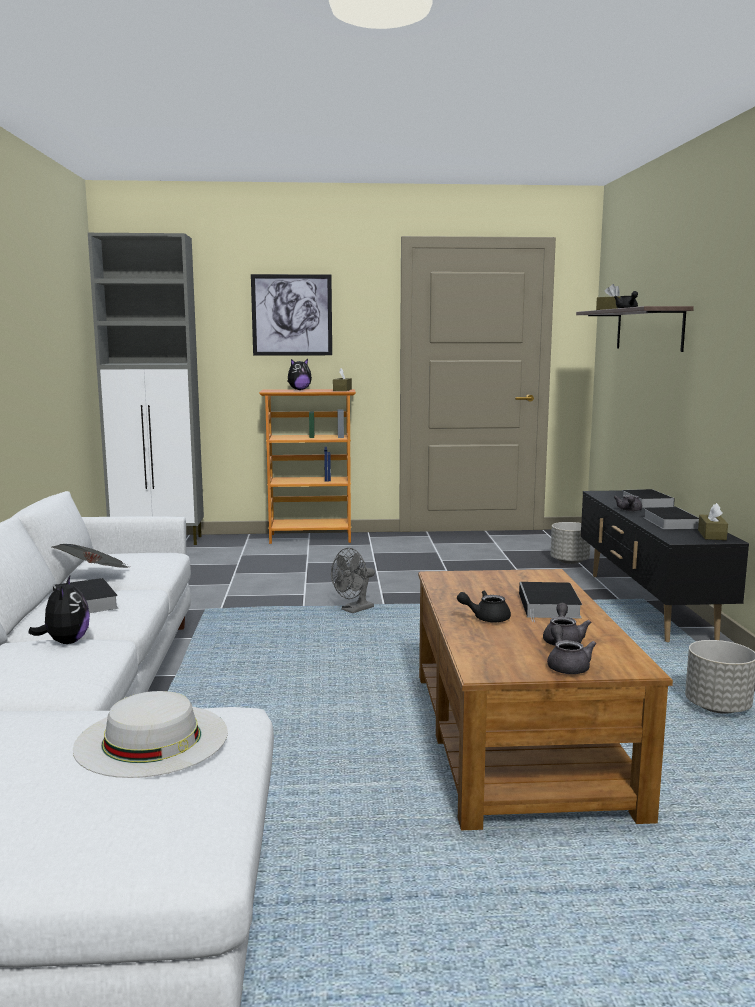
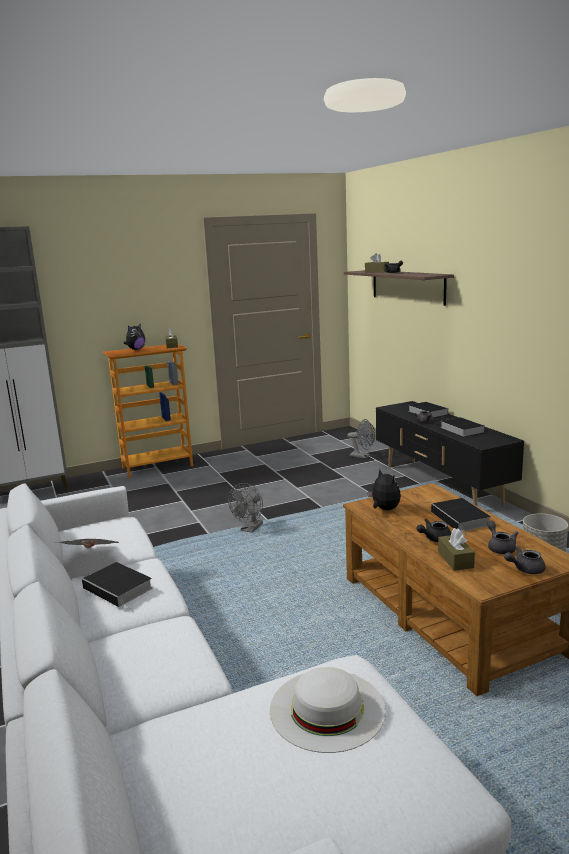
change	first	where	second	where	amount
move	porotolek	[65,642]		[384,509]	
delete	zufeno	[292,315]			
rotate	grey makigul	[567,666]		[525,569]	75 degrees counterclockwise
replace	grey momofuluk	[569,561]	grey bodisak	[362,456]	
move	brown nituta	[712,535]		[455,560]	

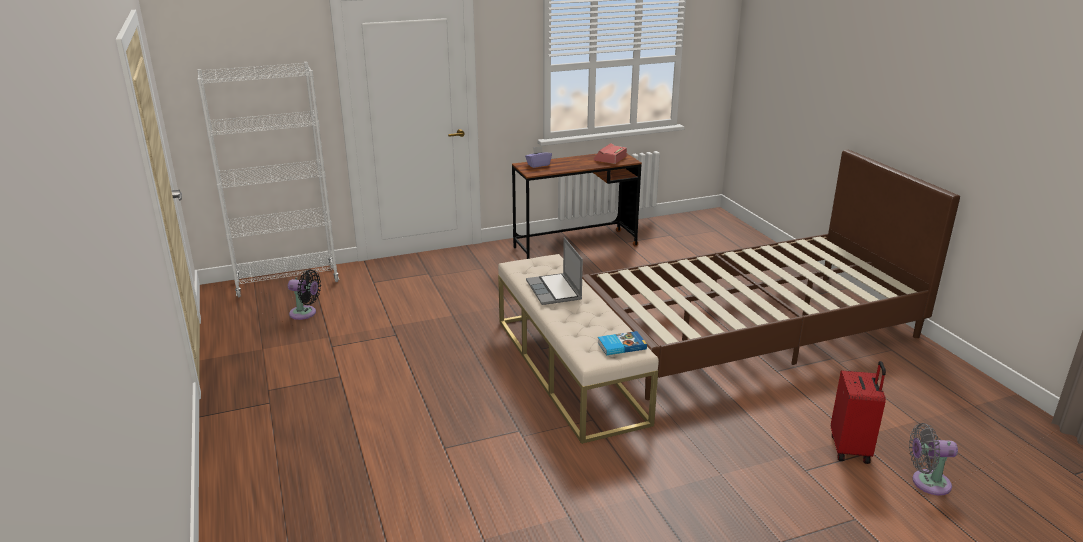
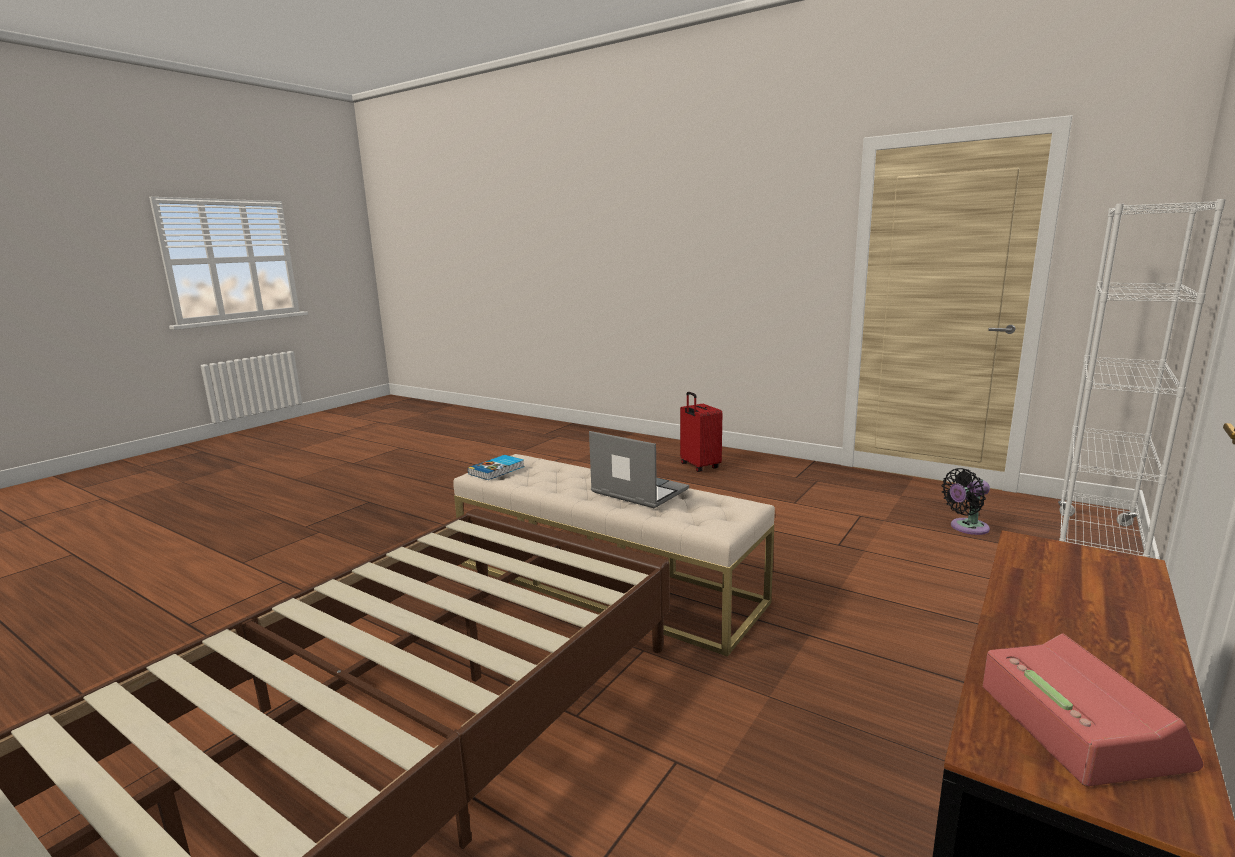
change	first	where	second	where	amount
delete	purple nituta	[538,165]			
move	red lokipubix	[851,449]		[699,466]	
delete	grey bodisak	[927,482]			

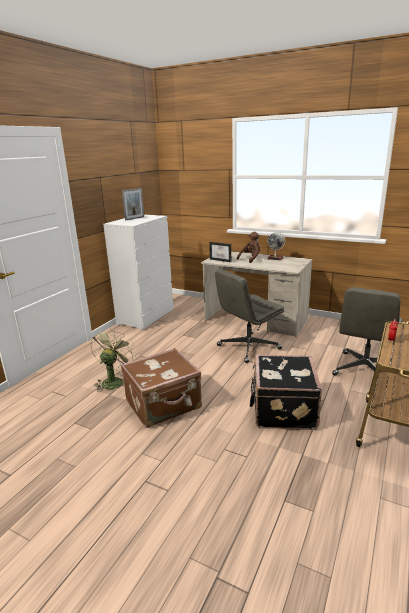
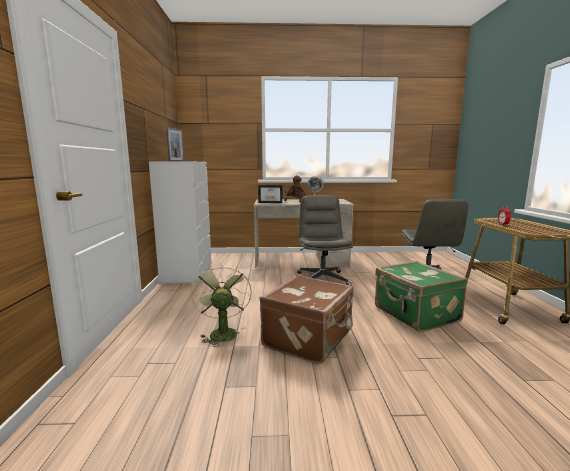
change	first	where	second	where	amount
rotate	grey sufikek	[248,347]		[322,279]	150 degrees clockwise
recolor	black lokipubix	[282,409]	green lokipubix	[415,315]	

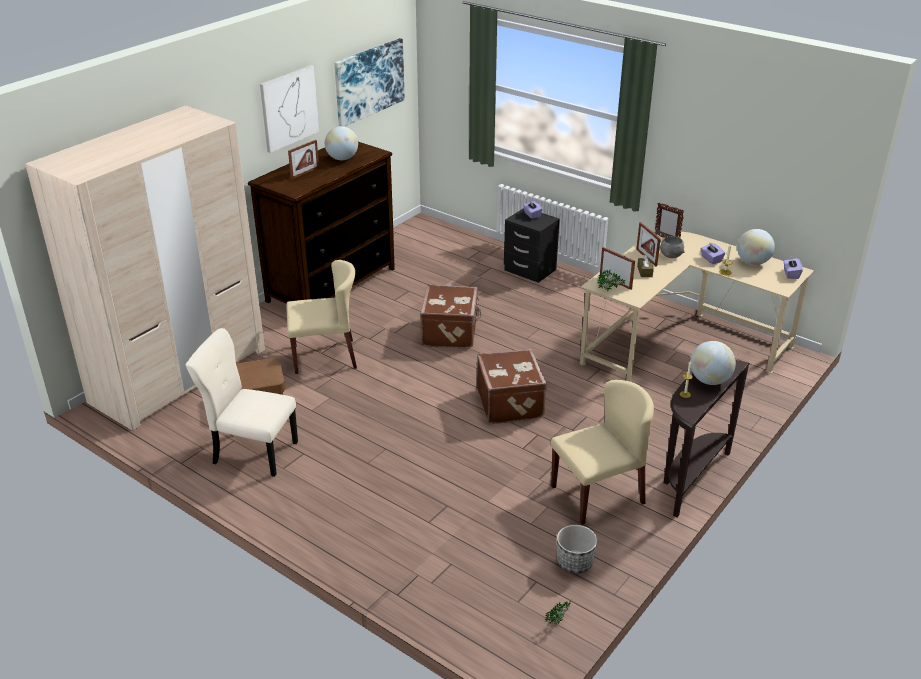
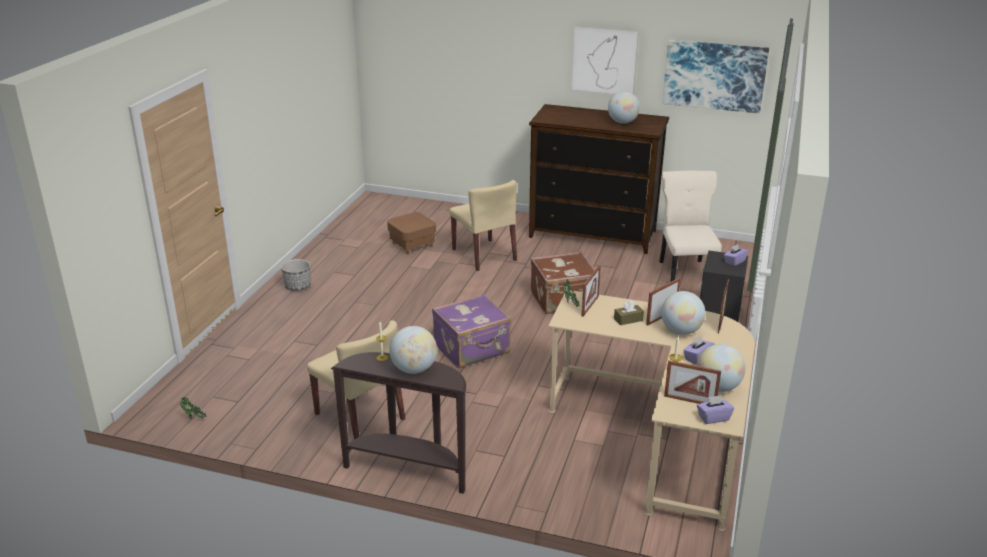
change	first	where	second	where	amount
delete	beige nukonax	[179,375]			
move	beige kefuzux	[252,452]		[685,272]	
move	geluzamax	[305,173]		[690,401]	
recolor	brown lokipubix	[511,403]	purple lokipubix	[472,350]	
move	momofuluk	[574,563]		[297,286]	
replace	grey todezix	[670,255]	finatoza	[681,331]	

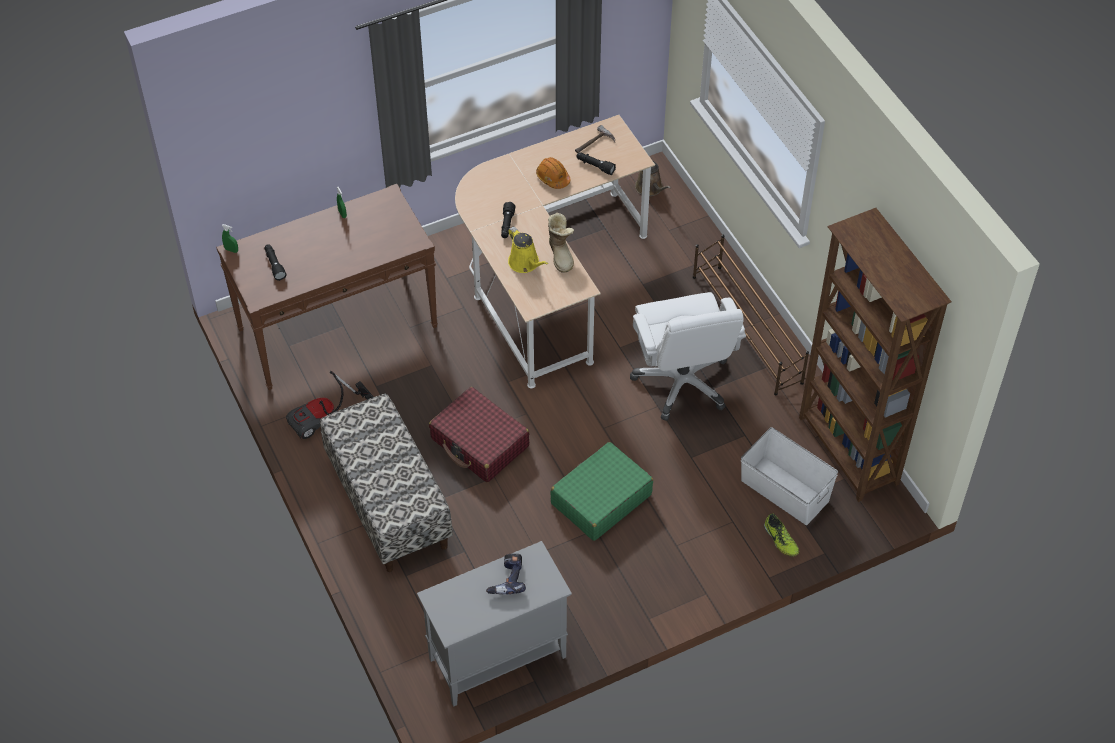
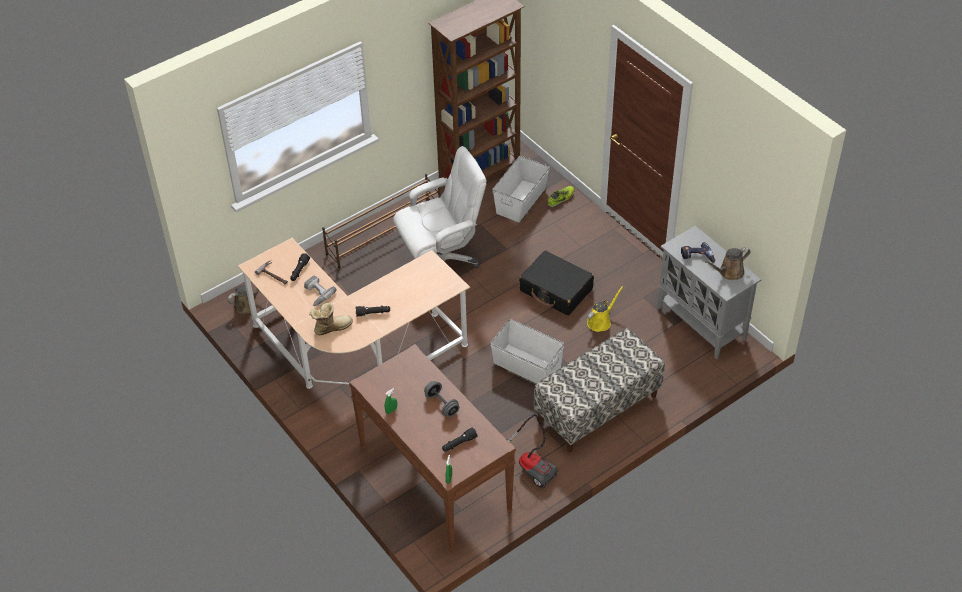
change	first	where	second	where	amount
replace	red lokipubix	[480,443]	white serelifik	[526,365]	
move	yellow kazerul	[525,263]		[600,321]	
replace	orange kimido	[553,177]	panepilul	[316,294]	
move	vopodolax	[561,254]		[331,327]	
recolor	green lokipubix	[600,499]	black lokipubix	[556,290]	
insert			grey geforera	[442,404]	
insert			brown kazerul	[729,272]	

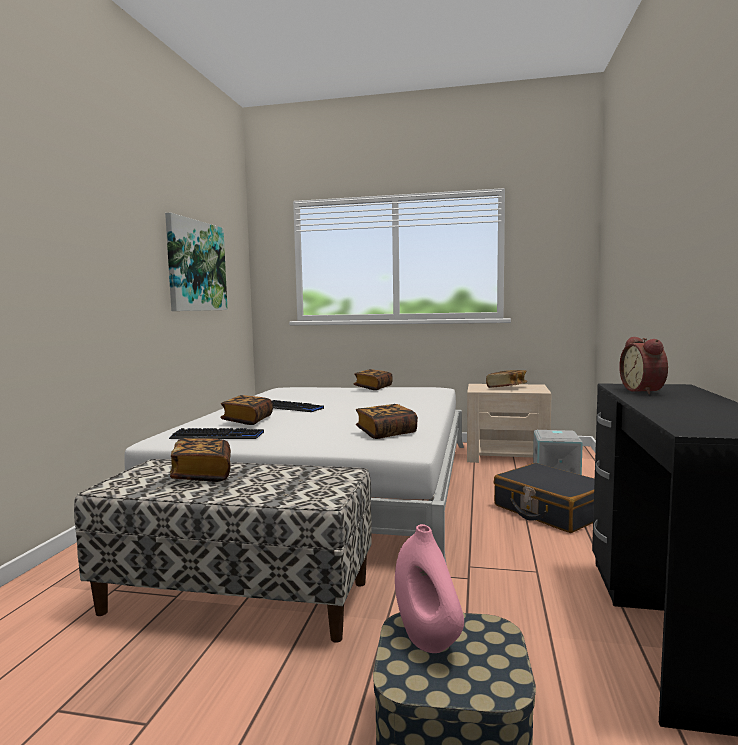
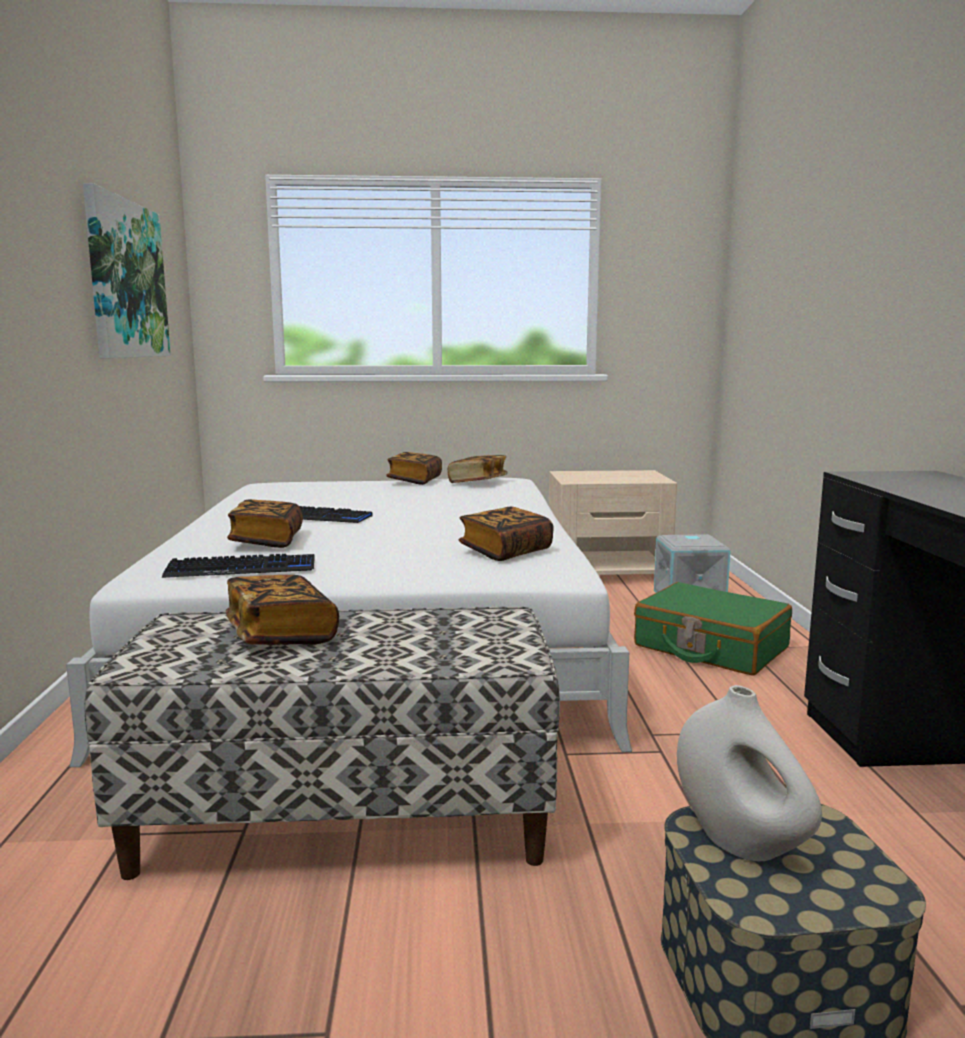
change	first	where	second	where	amount
recolor	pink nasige	[427,638]	white nasige	[740,842]	
move	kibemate	[506,387]		[478,482]	
recolor	black lokipubix	[550,511]	green lokipubix	[710,647]	
delete	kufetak	[644,391]			

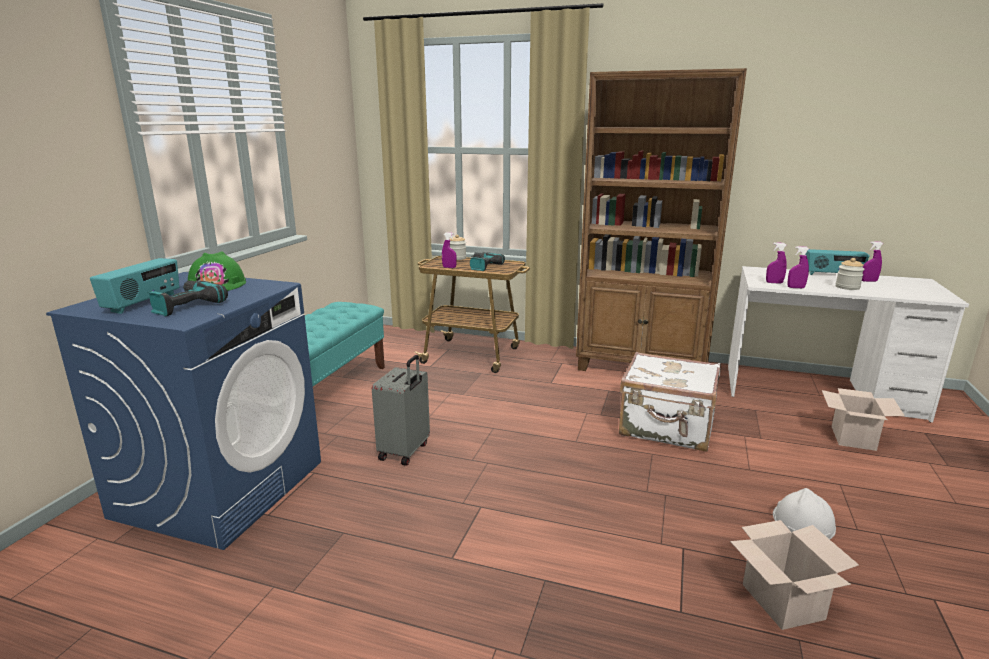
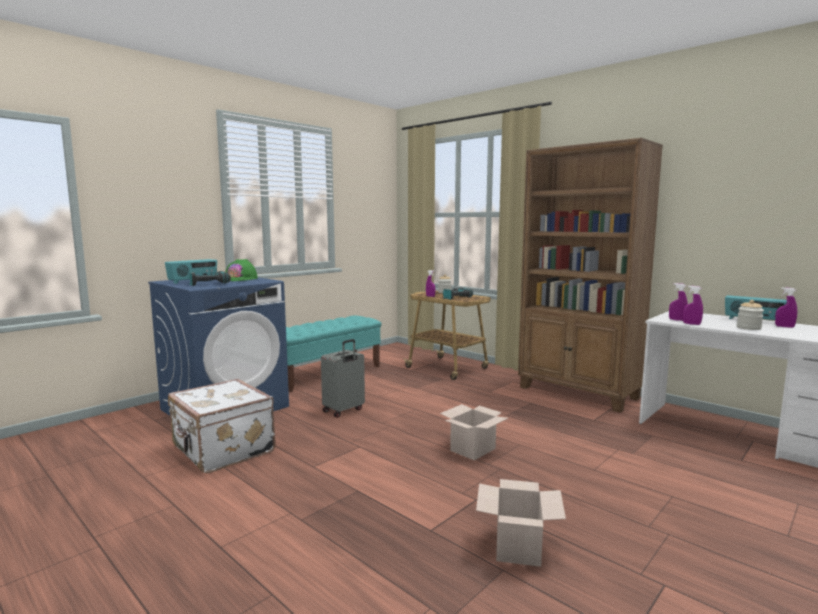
change	first	where	second	where	amount
move	white lokipubix	[667,428]		[222,450]	
delete	white kimido	[803,522]			
move	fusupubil	[852,437]		[473,449]	

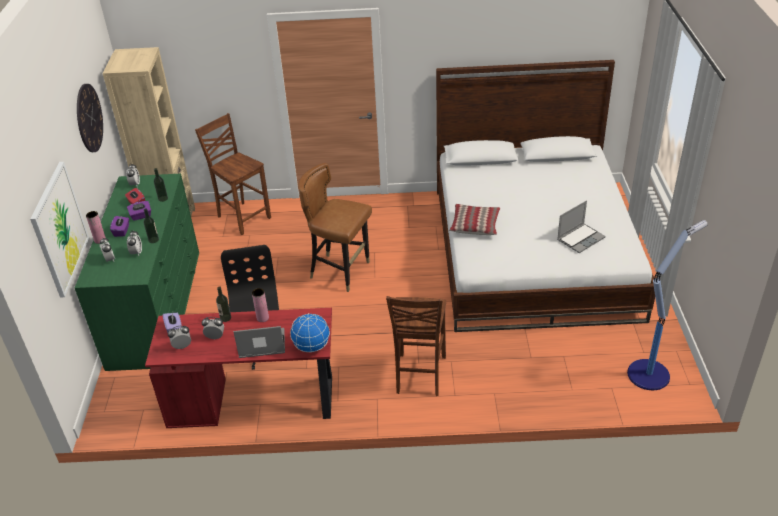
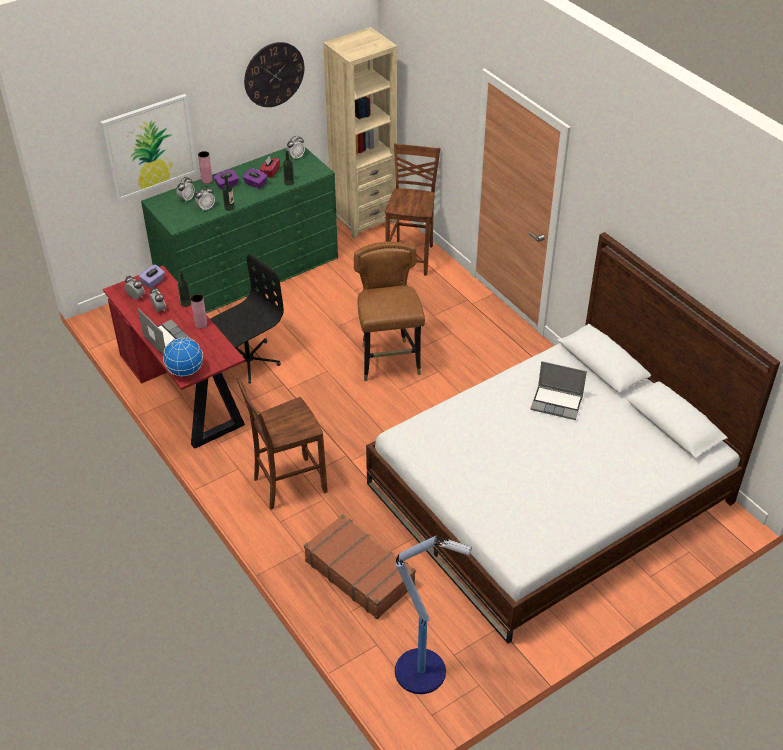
change	first	where	second	where	amount
delete	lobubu	[474,225]			
move	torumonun	[580,238]		[557,403]	
insert			brown lokipubix	[360,573]	

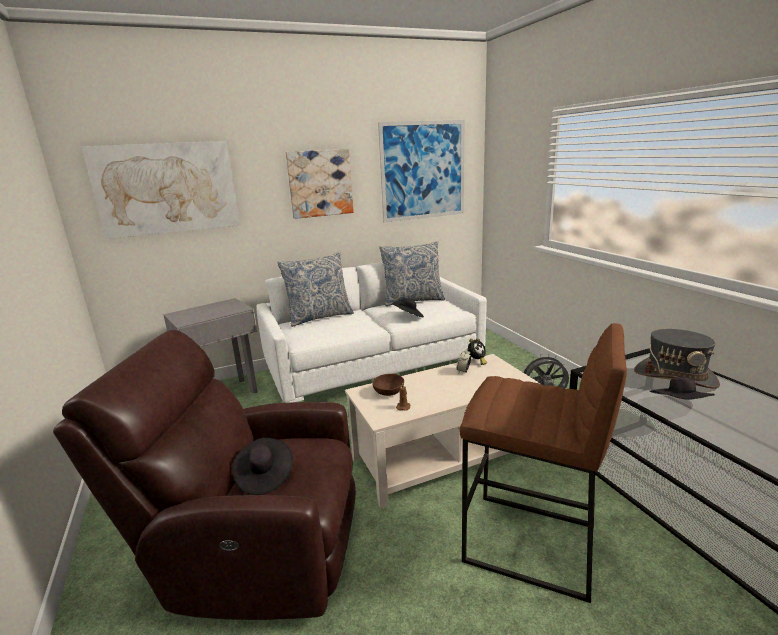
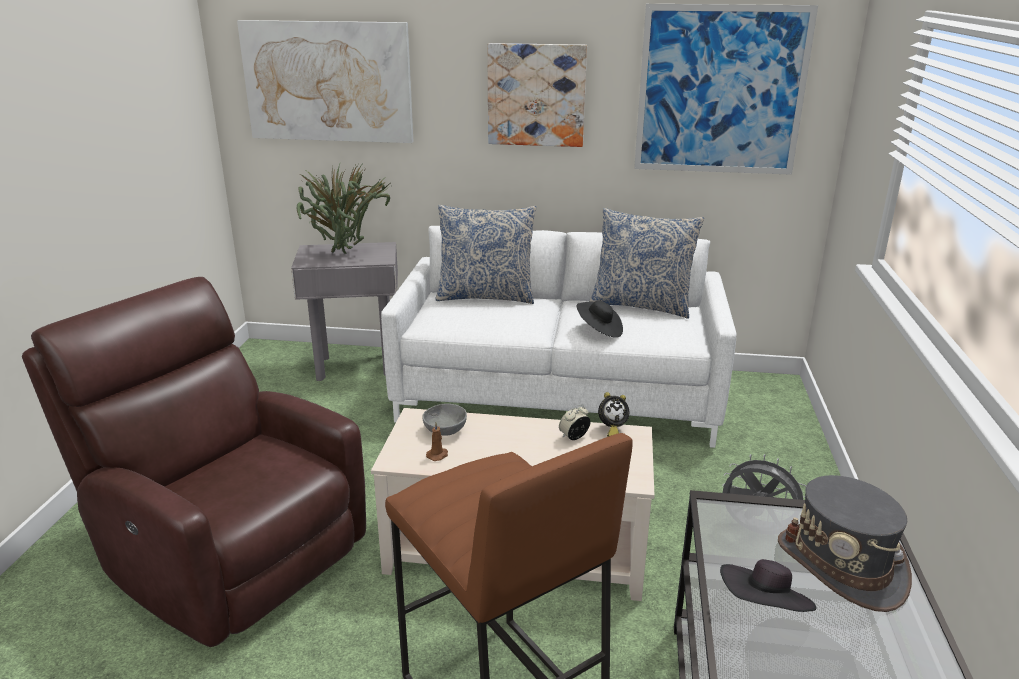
change	first	where	second	where	amount
delete	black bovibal	[264,476]			
recolor	brown todezix	[389,393]	grey todezix	[444,431]	
insert			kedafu	[345,255]	

